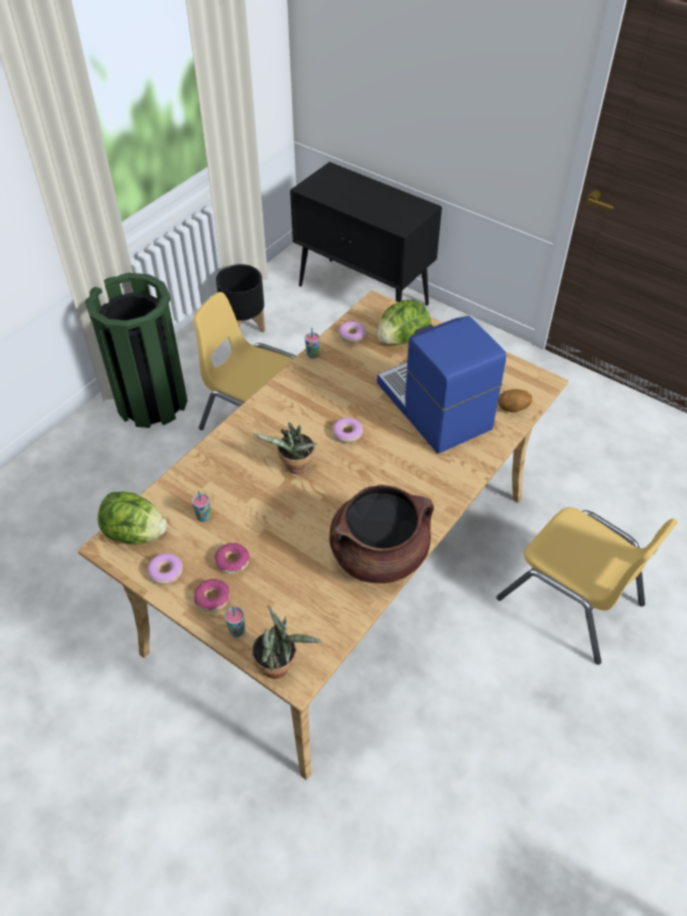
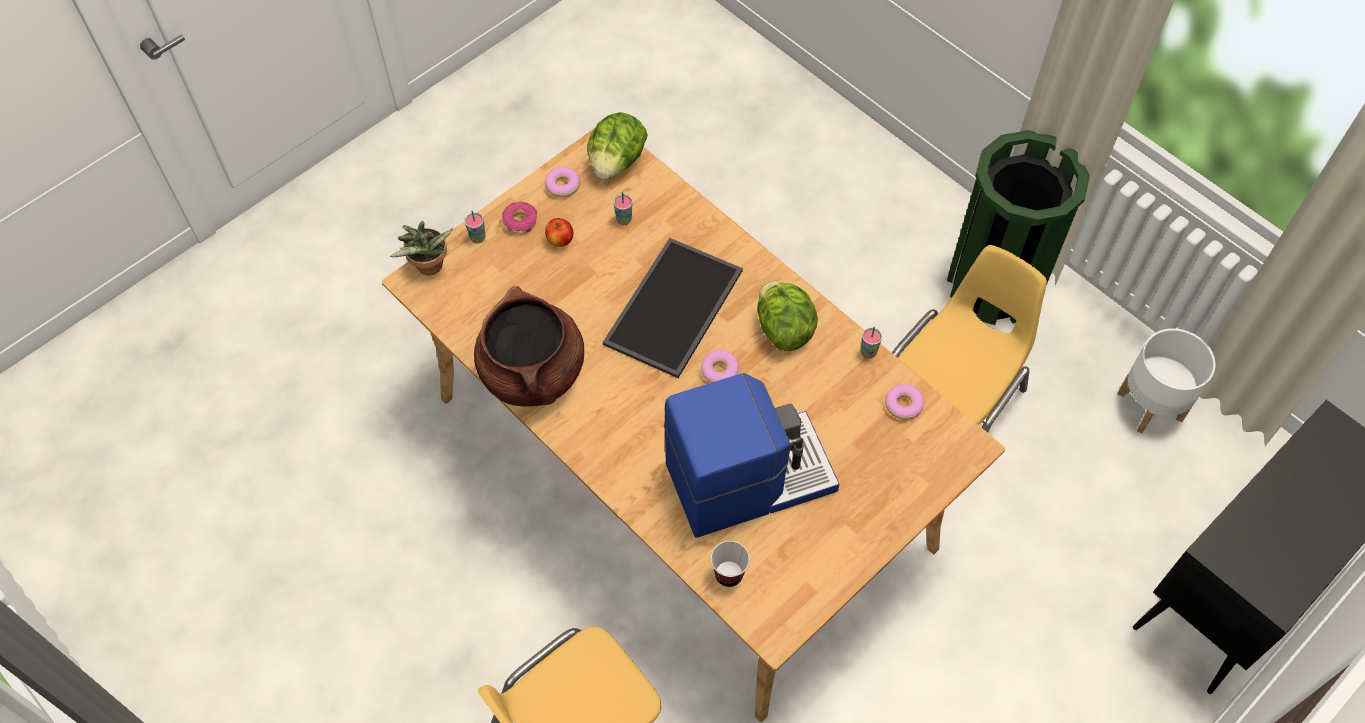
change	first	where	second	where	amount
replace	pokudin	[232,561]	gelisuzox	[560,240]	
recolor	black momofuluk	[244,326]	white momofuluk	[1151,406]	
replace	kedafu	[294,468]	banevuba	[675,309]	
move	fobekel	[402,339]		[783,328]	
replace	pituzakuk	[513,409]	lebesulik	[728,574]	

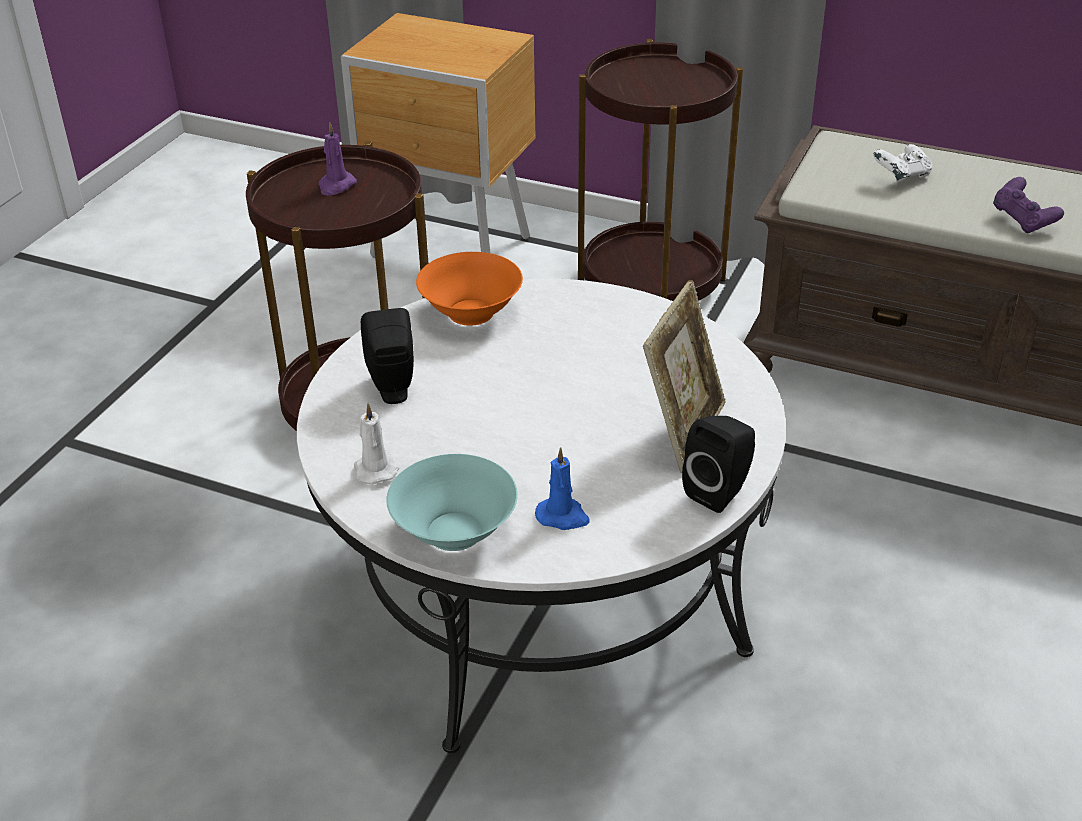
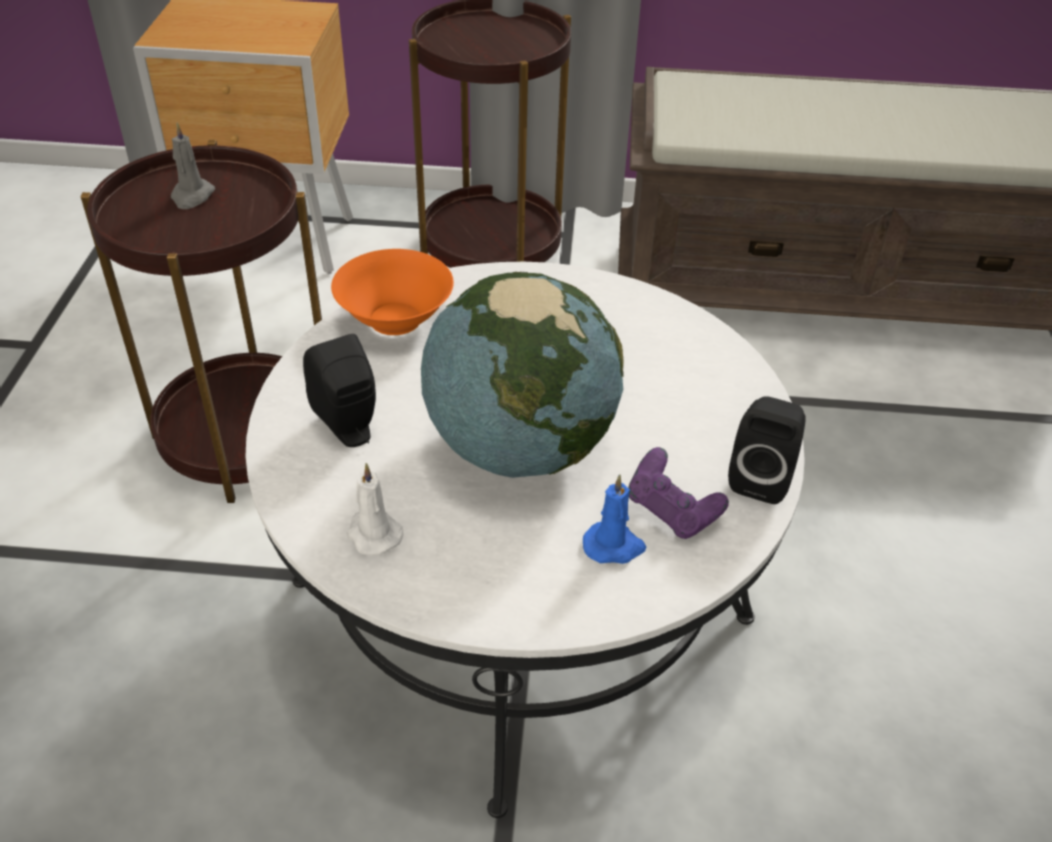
change	first	where	second	where	amount
recolor	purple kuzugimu	[336,186]	grey kuzugimu	[192,196]	
delete	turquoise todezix	[454,530]			
delete	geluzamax	[683,431]			
delete	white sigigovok	[901,177]			
move	purple sigigovok	[1022,221]		[671,512]	
insert			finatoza	[519,447]	

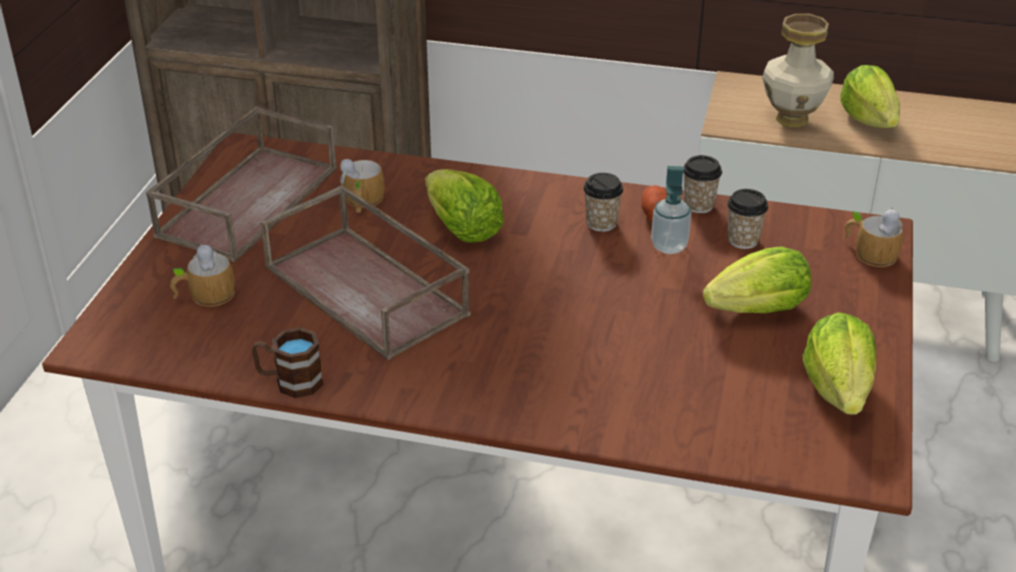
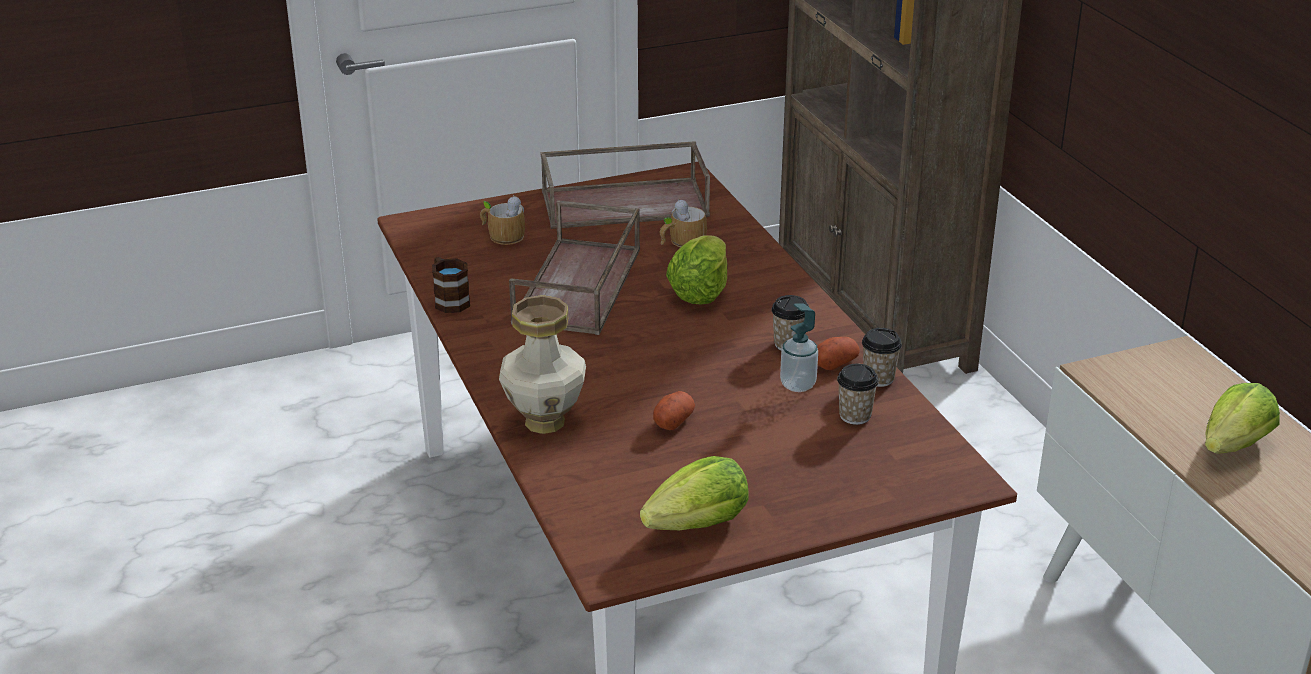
change	first	where	second	where	amount
delete	fobekel	[759,310]			
move	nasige	[790,119]		[544,421]	
delete	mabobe	[869,252]			
insert			pituzakuk	[673,421]	

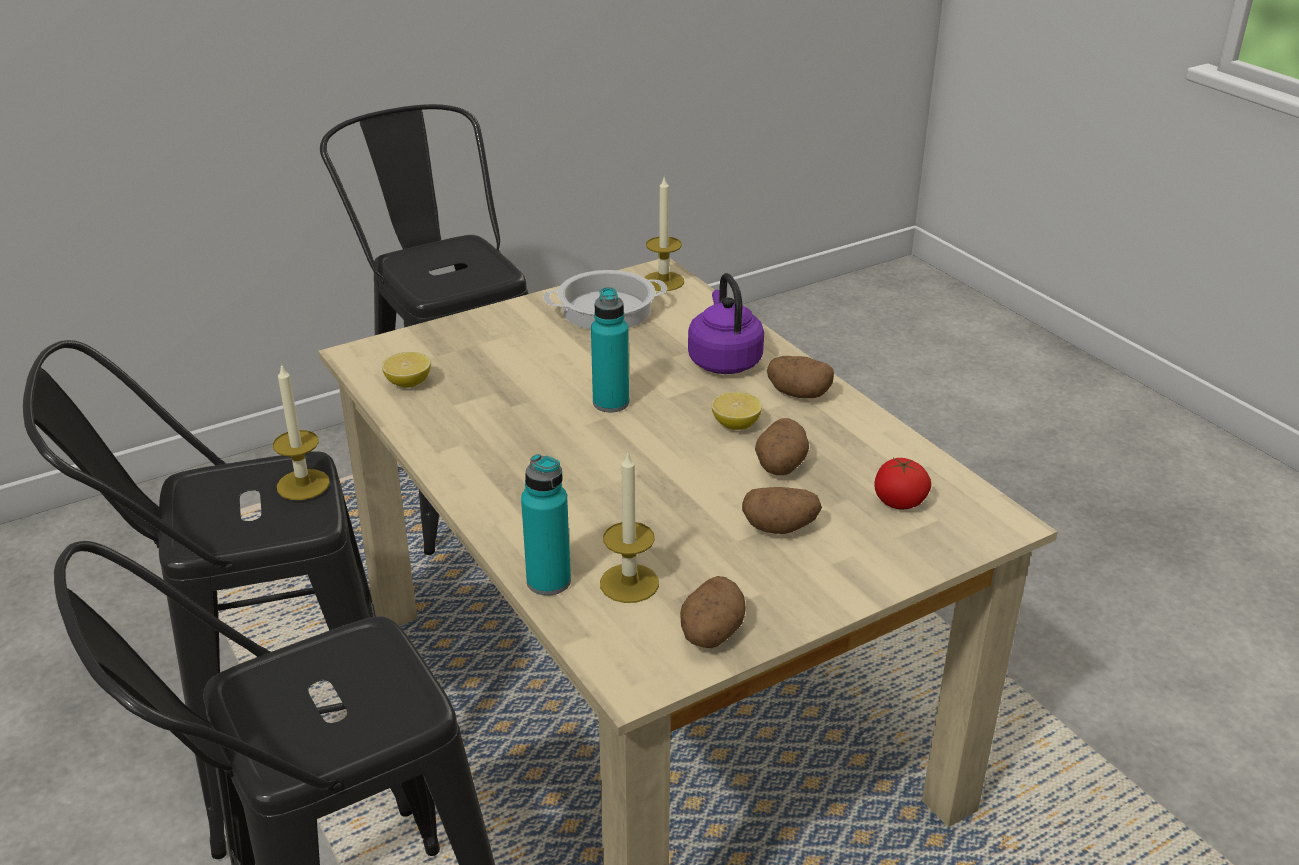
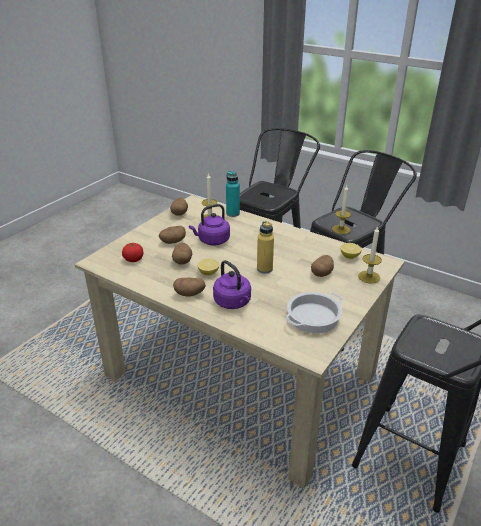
change	first	where	second	where	amount
recolor	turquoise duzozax	[611,403]	yellow duzozax	[264,269]	
move	kuzugimu	[663,281]		[369,277]	
insert			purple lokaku	[212,241]	
insert			pituzakuk	[322,273]	

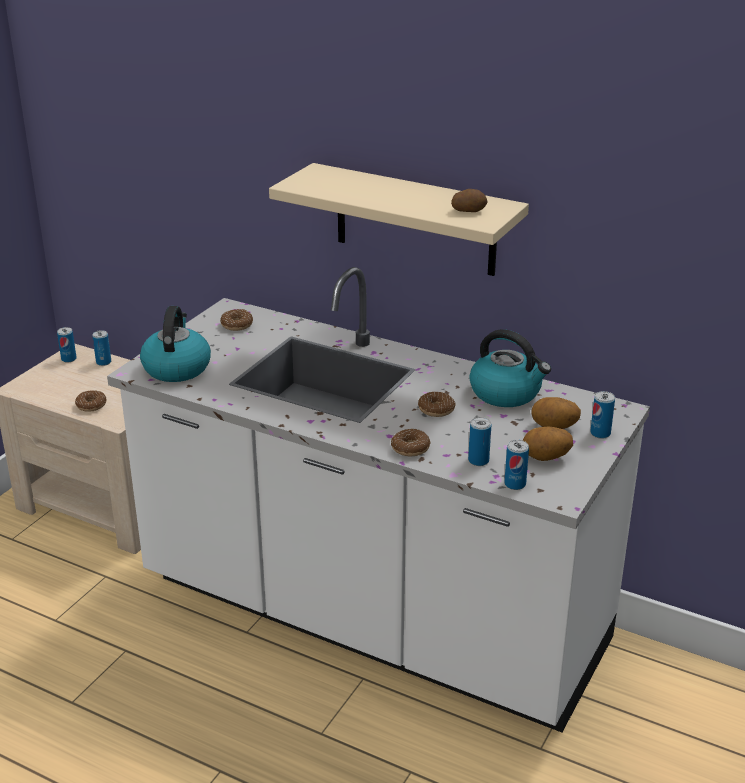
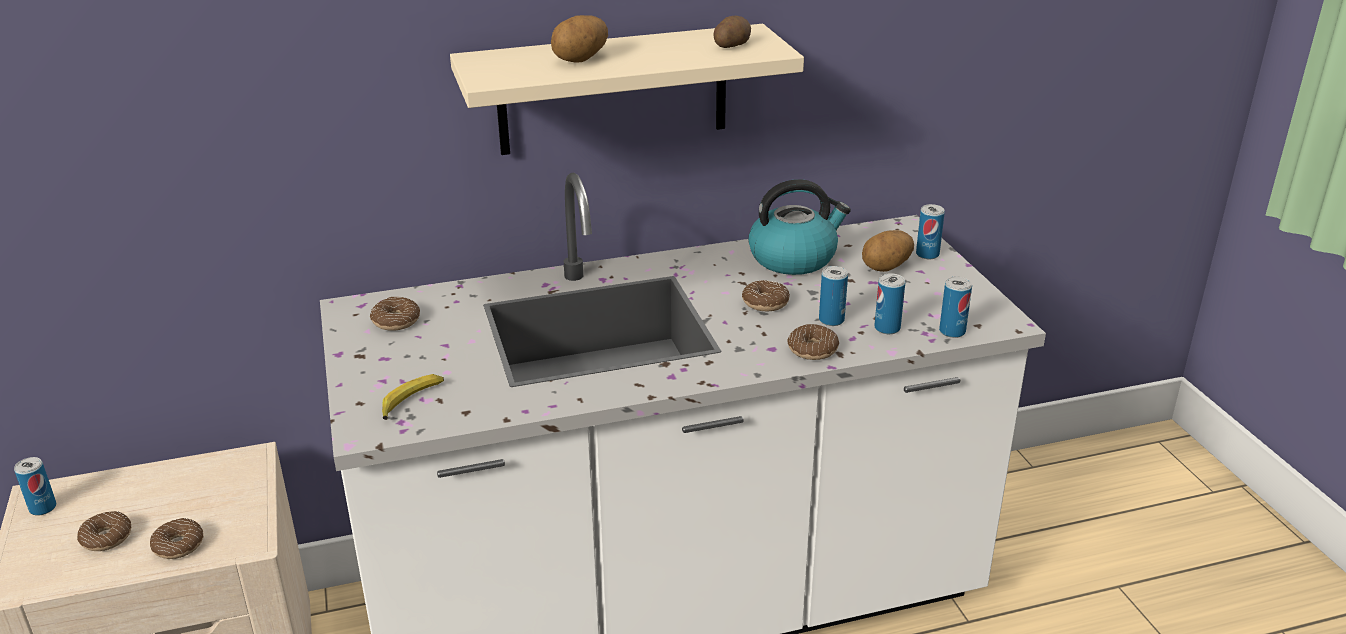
change	first	where	second	where	amount
move	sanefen	[103,362]		[831,320]	
replace	lokaku	[176,367]	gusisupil	[411,401]	
move	pituzakuk	[546,458]		[581,60]	
insert			pokudin	[106,538]	

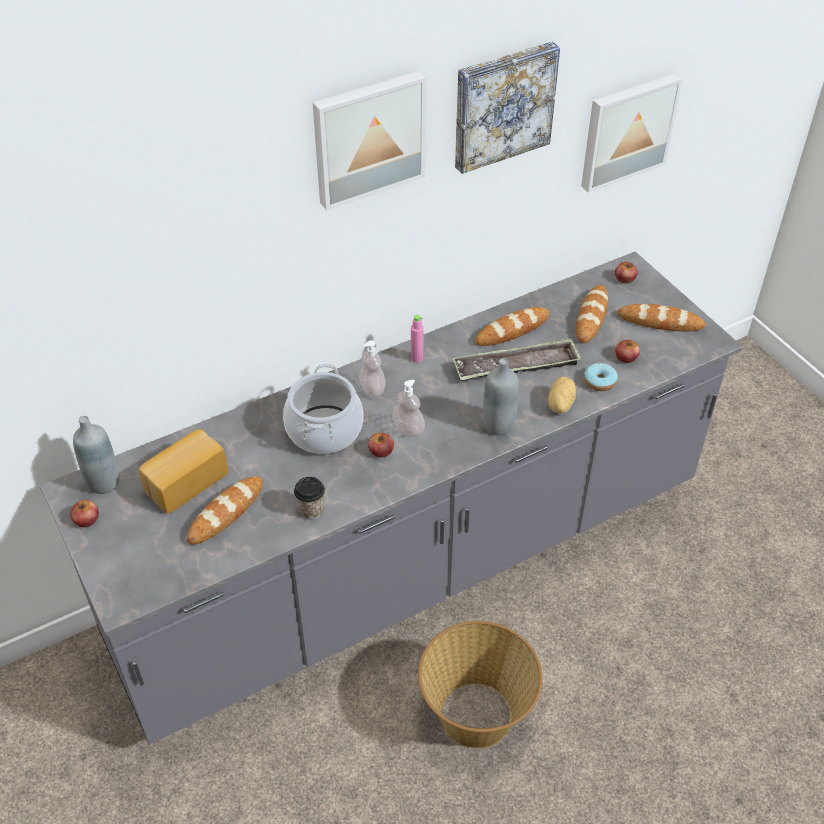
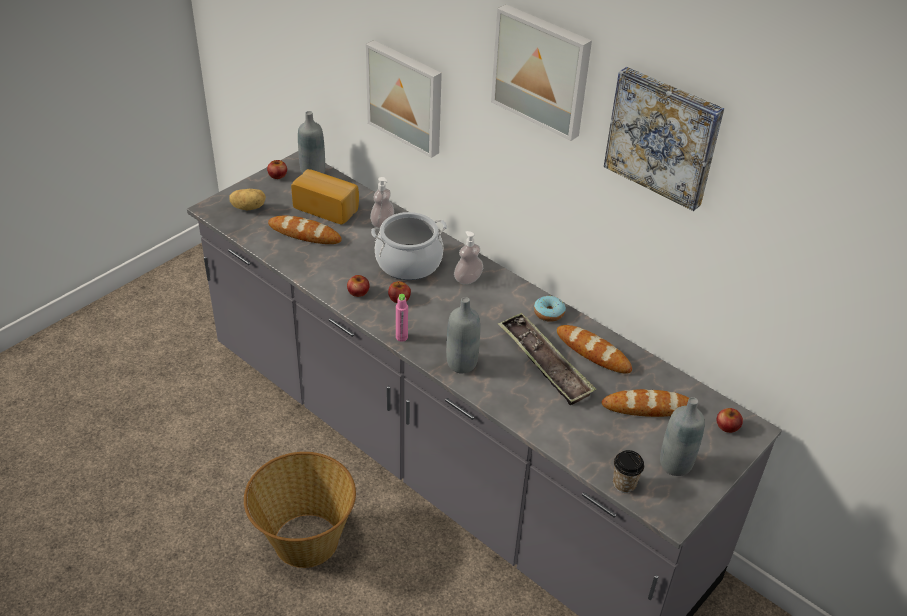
change	first	where	second	where	amount
move	lebesulik	[311,510]		[624,484]	
move	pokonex	[408,429]		[382,223]	
move	pink duzozax	[417,358]		[401,337]	
move	pituzakuk	[559,404]		[249,207]	
move	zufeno	[626,130]		[406,97]	
move	pokudin	[599,381]		[549,313]	
move	gelisuzox	[626,357]		[358,292]	
replace	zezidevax	[660,322]	grey duzozax	[675,464]	

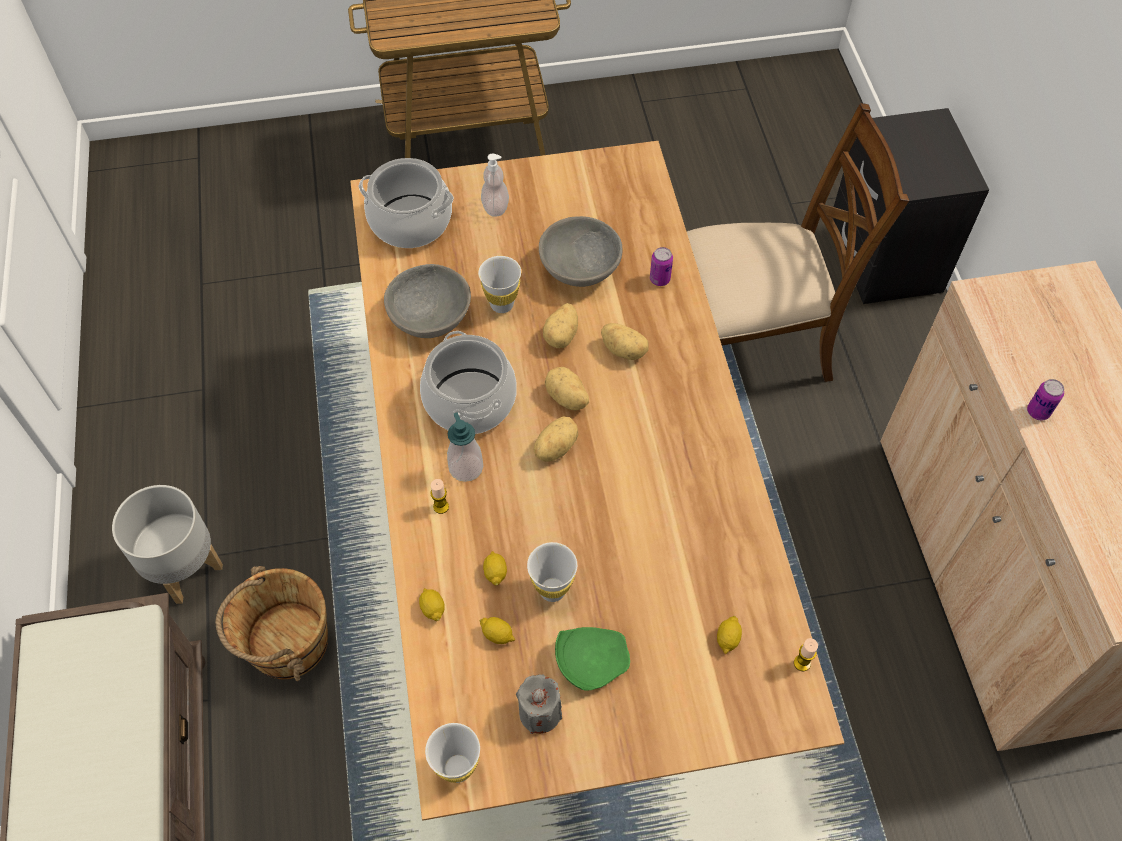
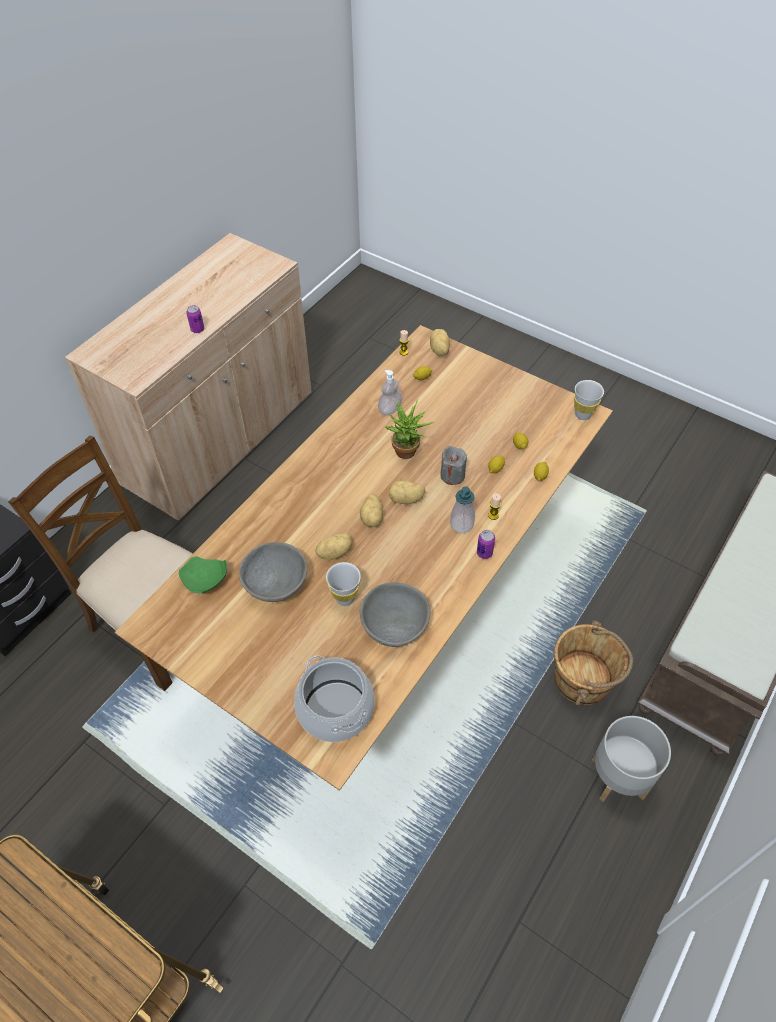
change	first	where	second	where	amount
delete	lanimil	[469,401]			
move	pokonex	[495,207]		[390,409]	
move	grey kuzugimu	[540,712]		[452,475]	
delete	white lebesulik	[552,590]			
move	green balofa	[590,661]		[205,580]	
move	pituzakuk	[624,349]		[439,350]	
move	sanefen	[659,279]		[484,553]	
insert			kedafu	[408,454]	

